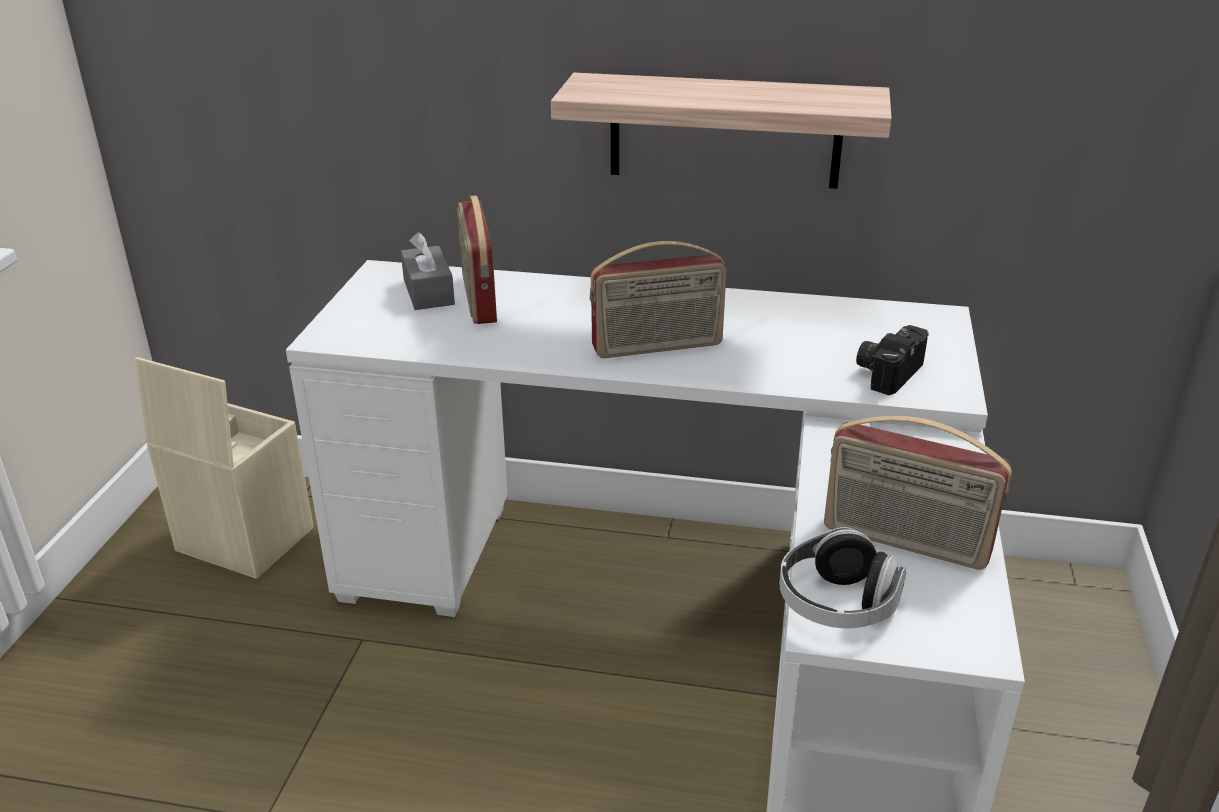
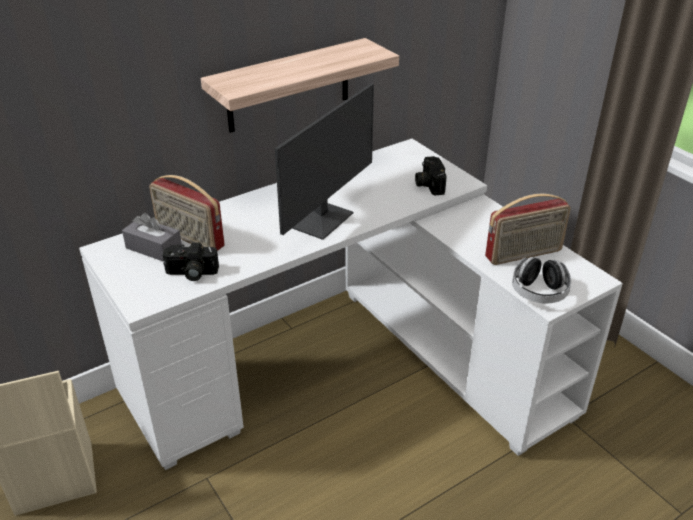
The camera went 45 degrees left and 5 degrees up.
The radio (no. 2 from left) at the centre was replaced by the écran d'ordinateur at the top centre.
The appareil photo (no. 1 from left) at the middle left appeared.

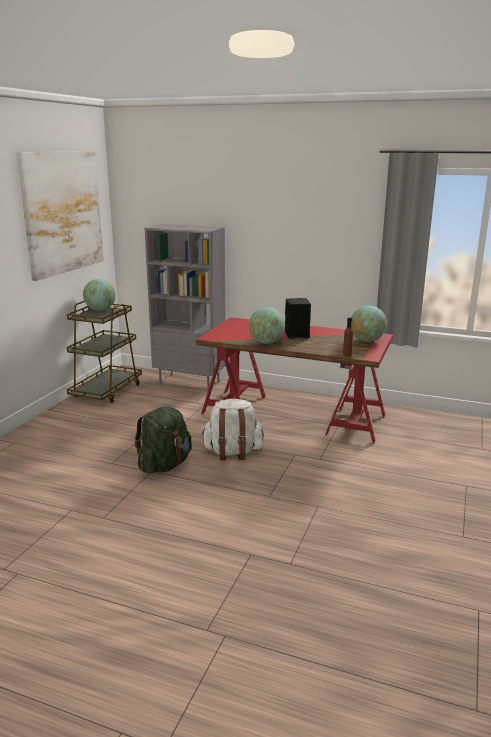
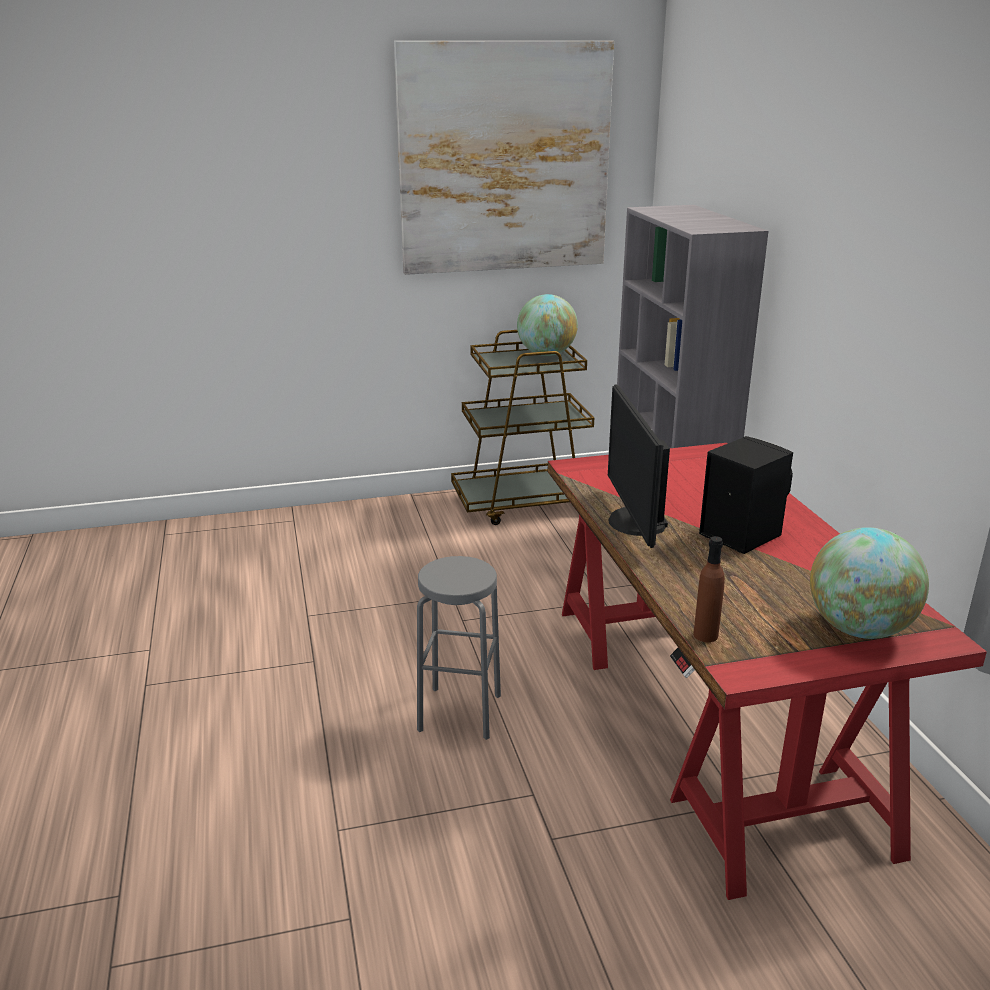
The camera went 55 degrees right and 5 degrees up.
The globe (no. 2 from left) at the centre was replaced by the écran d'ordinateur at the centre.
The sac à dos [blanc] at the centre was replaced by the tabouret [gris] at the centre.
The sac à dos [vert] at the middle left disappeared.

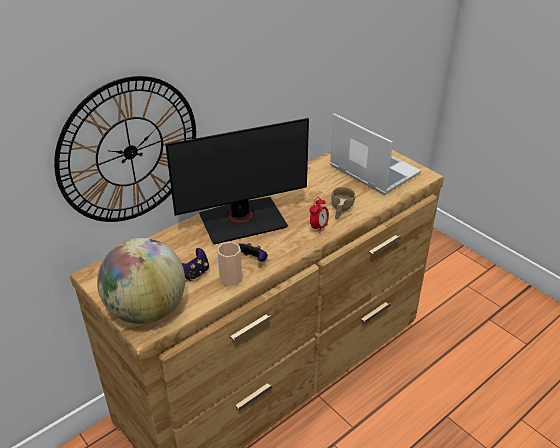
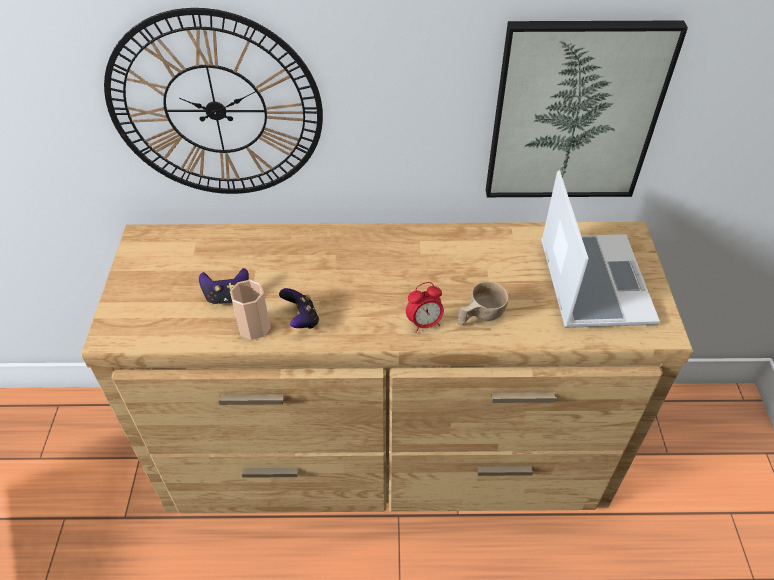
The camera went 40 degrees right and 10 degrees up.
The écran d'ordinateur at the centre disappeared.
The globe at the middle left disappeared.
The tableau at the top right appeared.

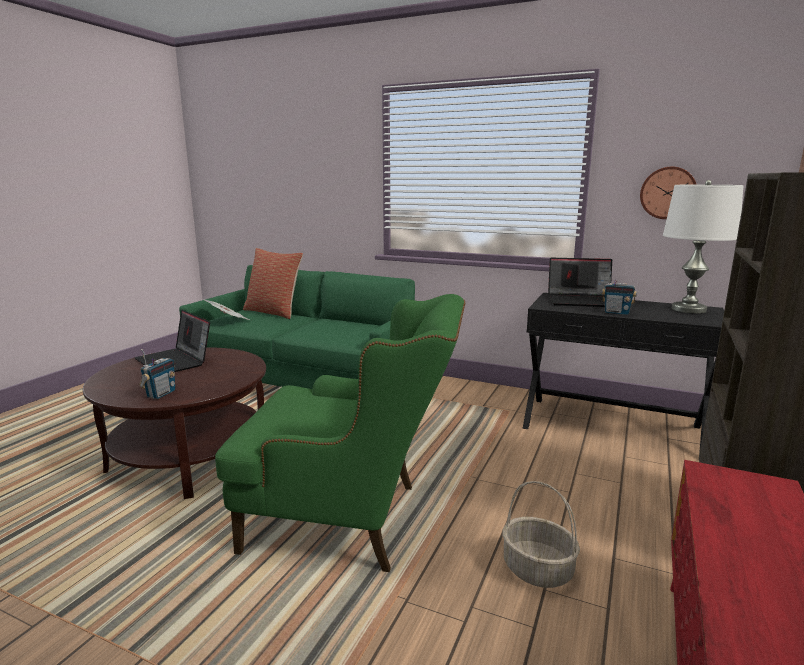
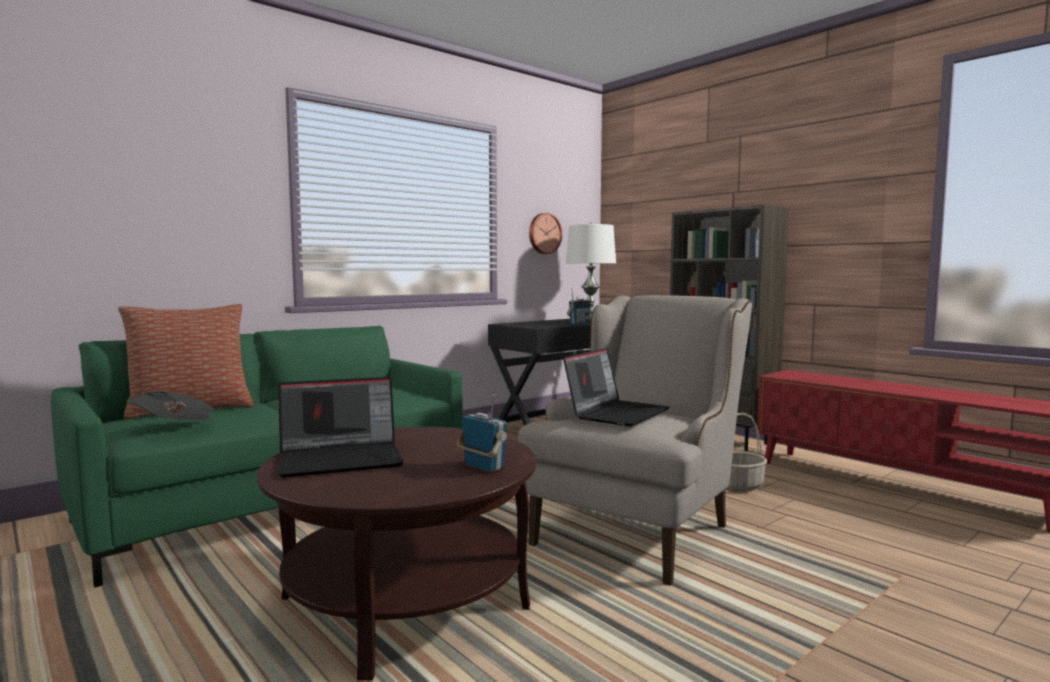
The camera went 65 degrees left and 10 degrees down.
The ordinateur portable (no. 2 from left) moved from the middle right to the centre.
The fauteuil [vert] at the centre became the fauteuil [beige] at the centre.

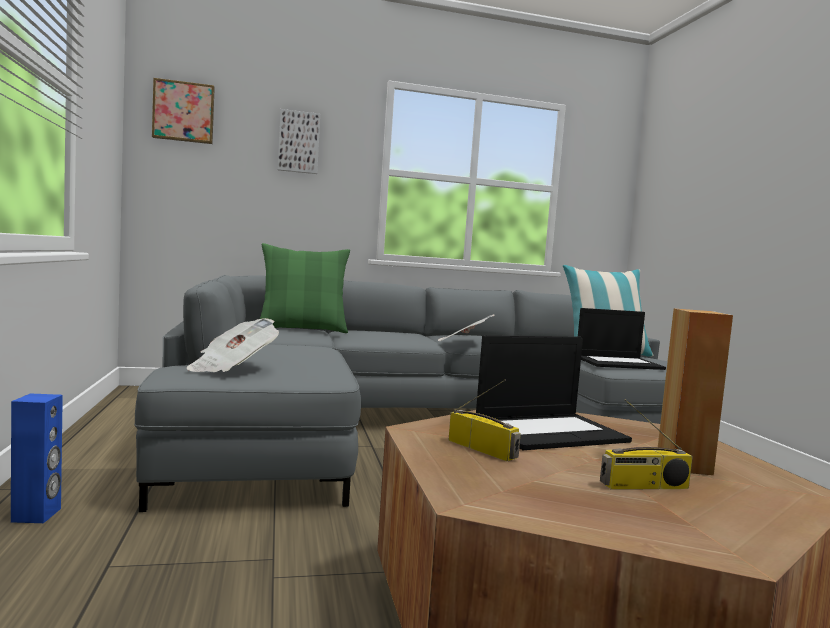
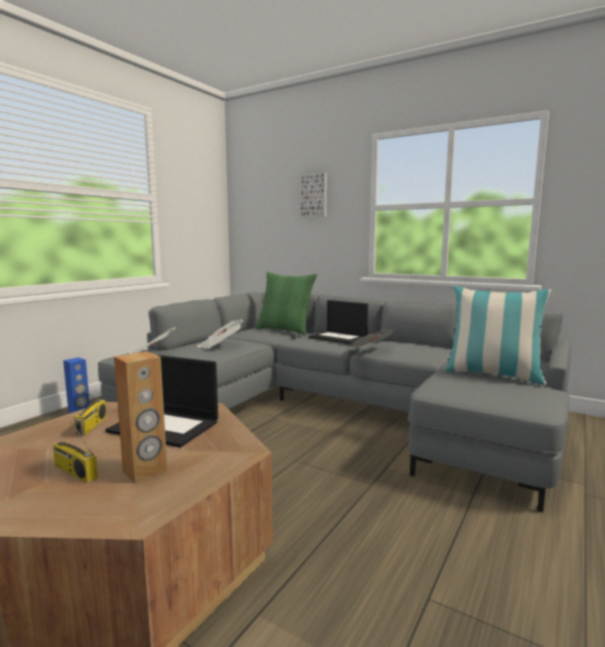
The camera went 45 degrees right and 5 degrees up.
The tableau (no. 1 from left) at the top left disappeared.
The ordinateur portable (no. 2 from left) moved from the middle right to the centre.
The journal (no. 2 from left) at the centre appeared.

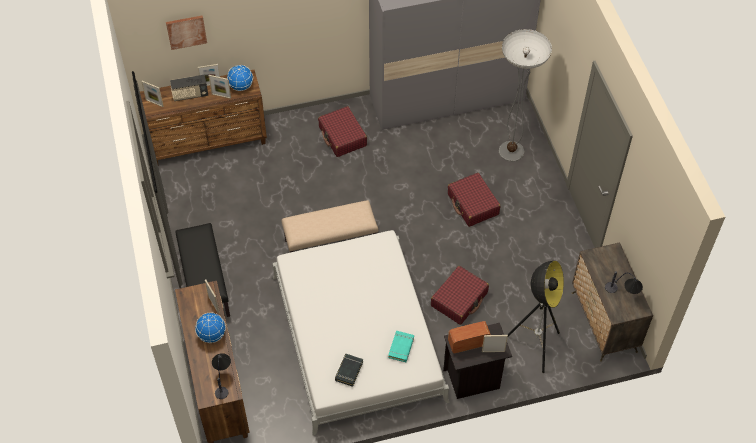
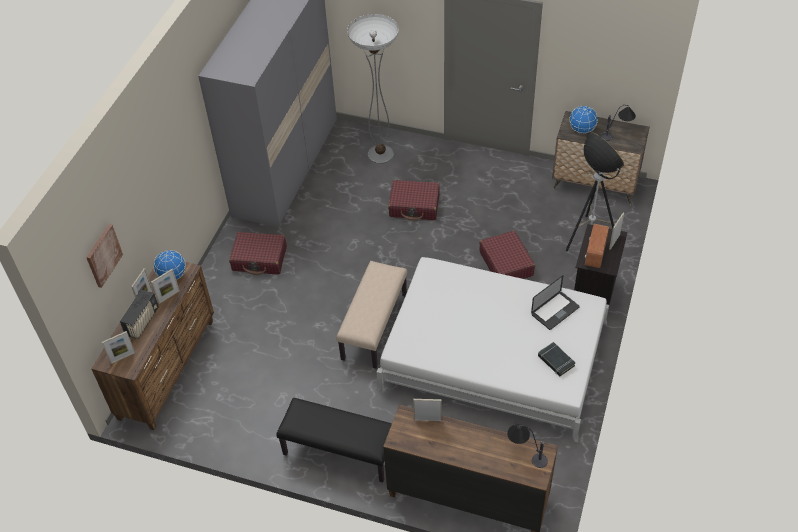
The camera went 55 degrees left and 5 degrees down.
The globe (no. 1 from left in the first image) moved from the bottom left to the top right.
The livre [turquoise] at the bottom centre was replaced by the ordinateur portable at the middle right.

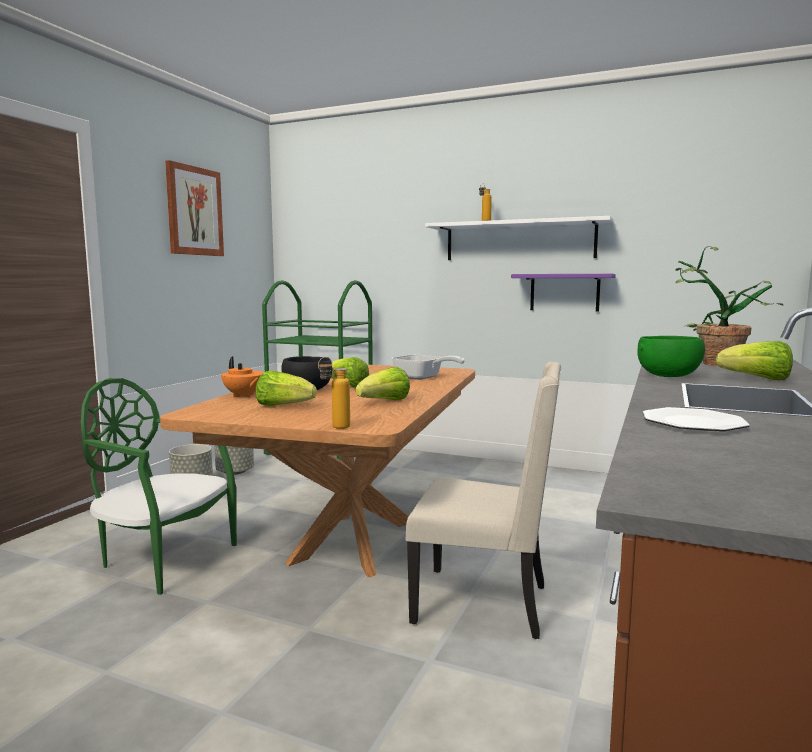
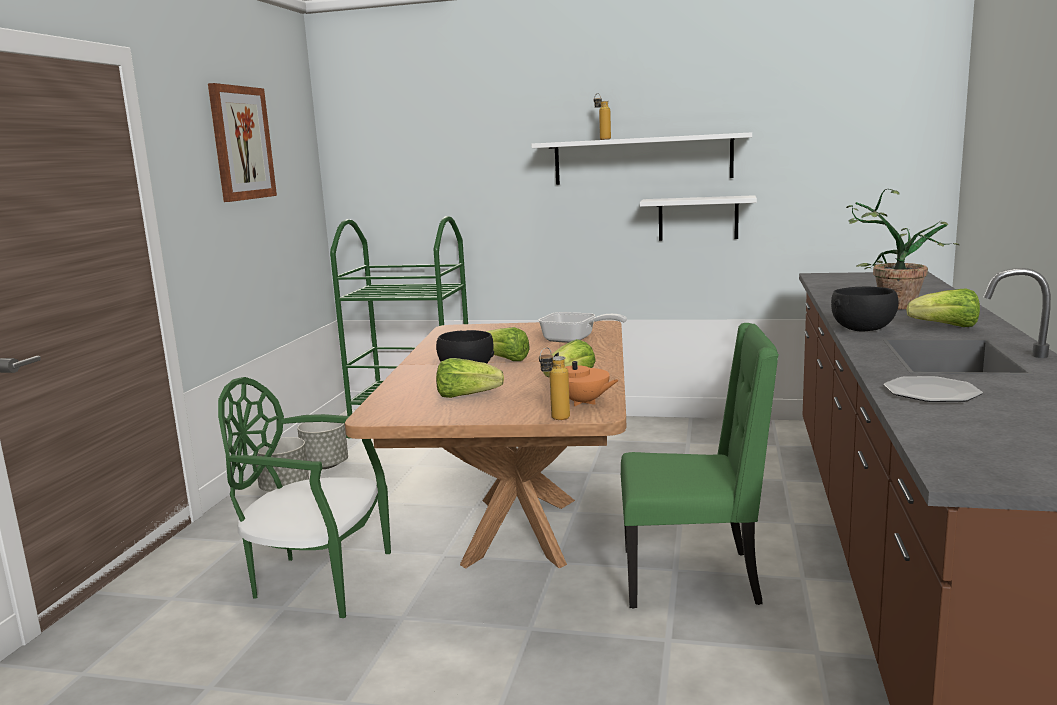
The camera went 10 degrees left and 5 degrees up.
The étagère [violet] at the middle right became the étagère [blanc] (no. 2 from left) at the top centre.
The bol [vert] at the middle right became the bol [noir] (no. 2 from left) at the middle right.
The théière [orange] moved from the middle left to the centre.
The chaise [beige] at the centre became the chaise [vert] (no. 2 from left) at the centre.

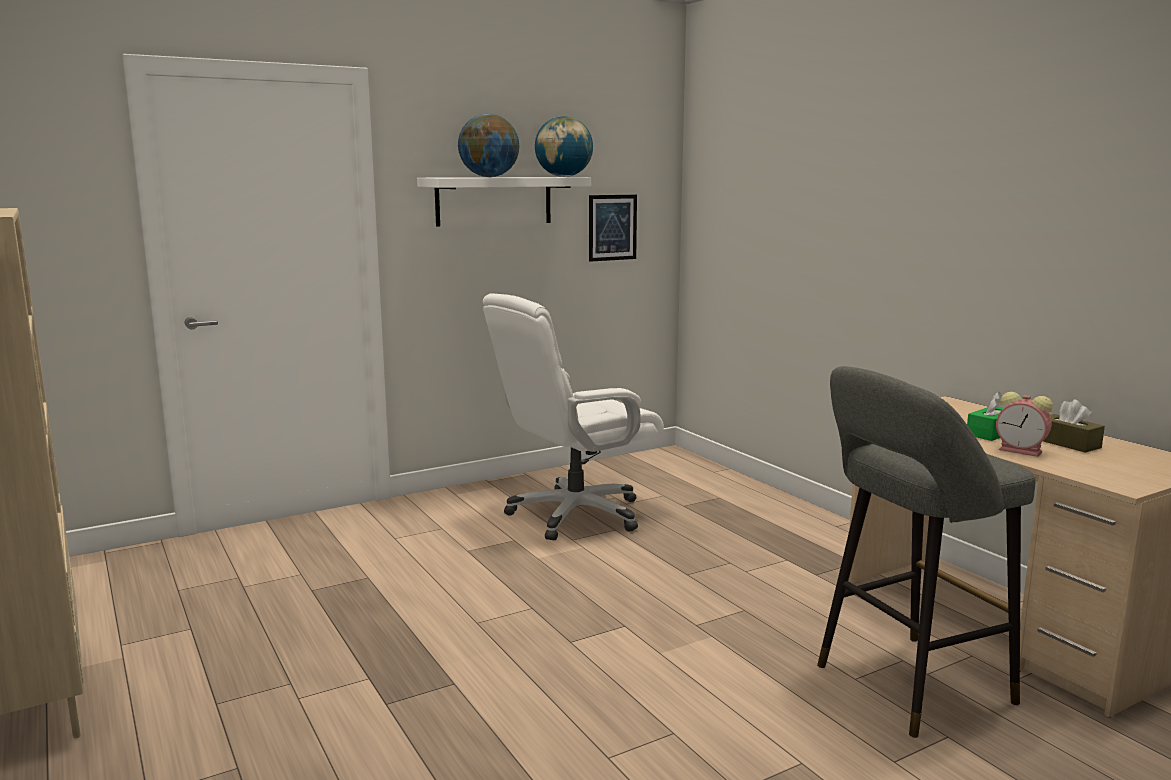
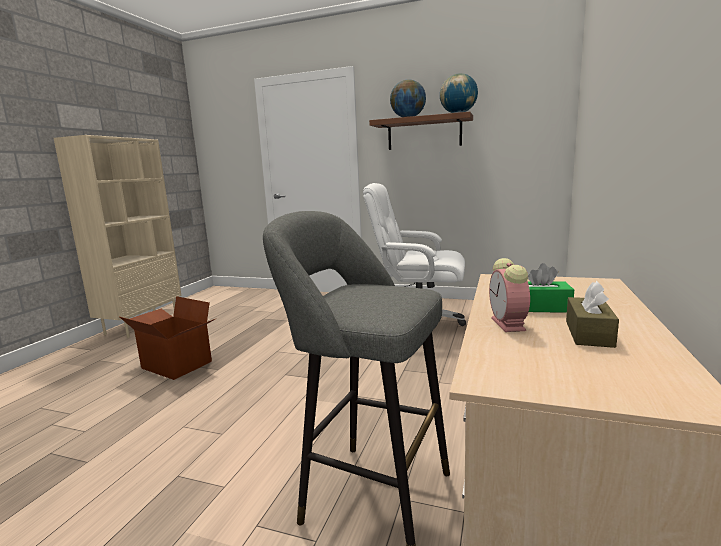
The camera went 50 degrees right and 0 degrees up.
The étagère [blanc] at the top centre became the étagère [marron] at the top centre.
The tableau at the top centre disappeared.
The carton at the middle left appeared.

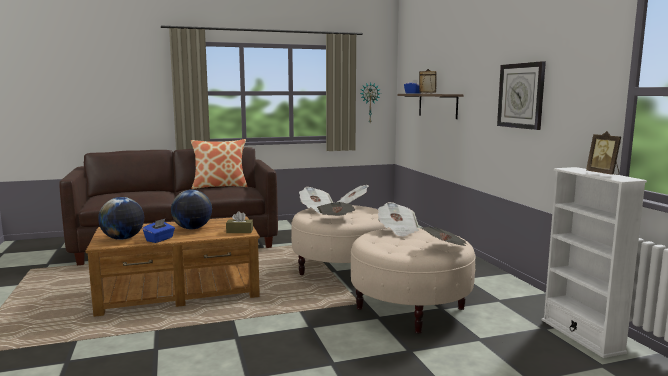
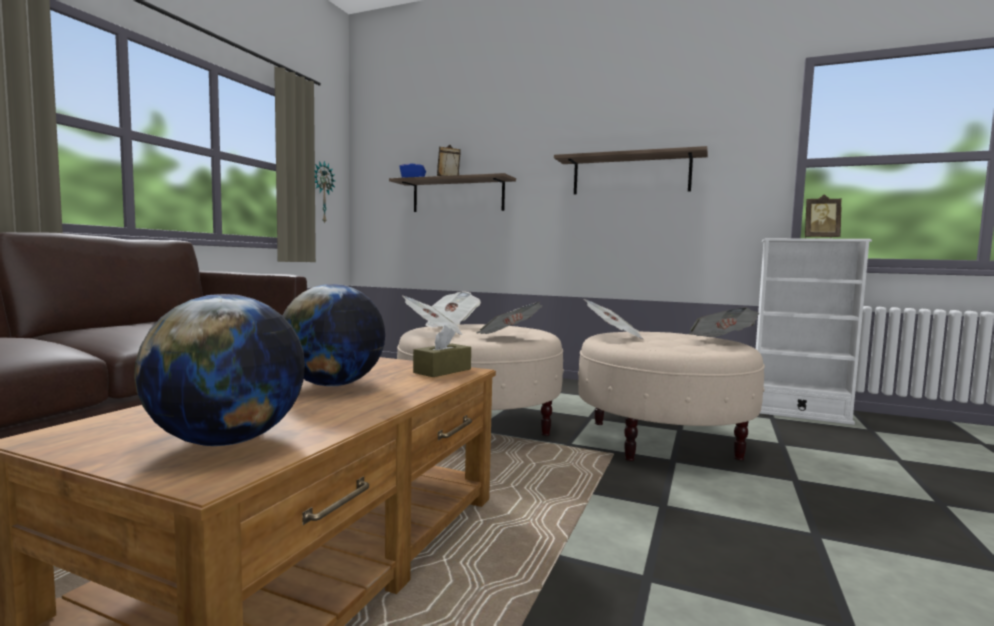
The camera went 50 degrees left and 5 degrees down.
The horloge murale (no. 2 from left) at the top right was replaced by the étagère (no. 2 from left) at the top centre.
The coussin at the middle left disappeared.
The boîte à mouchoirs [bleu] (no. 1 from left) at the middle left disappeared.

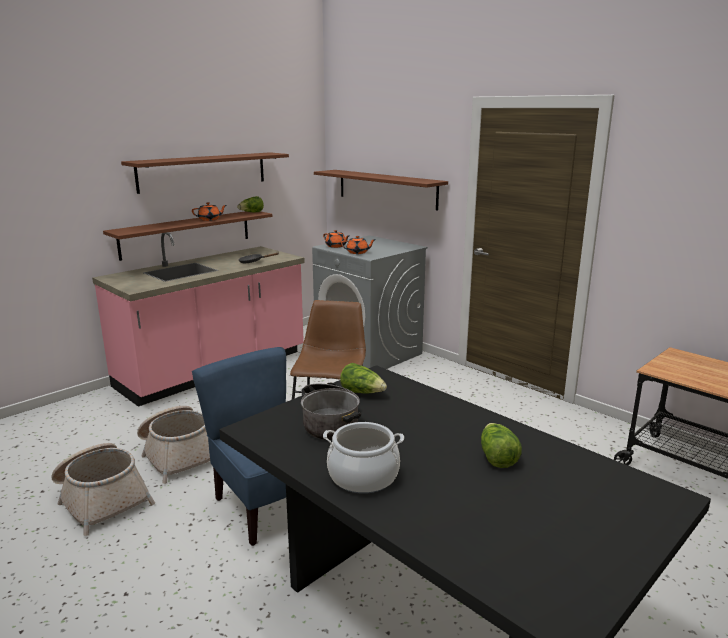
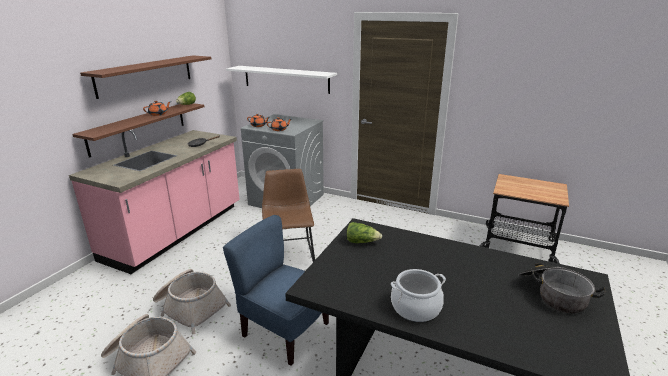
The camera went 20 degrees left and 5 degrees up.
The étagère [marron] (no. 3 from left) at the top centre became the étagère [blanc] at the top centre.
The marmite (no. 1 from left in the first image) moved from the centre to the bottom right.
The laitue (no. 3 from left) at the bottom right disappeared.

